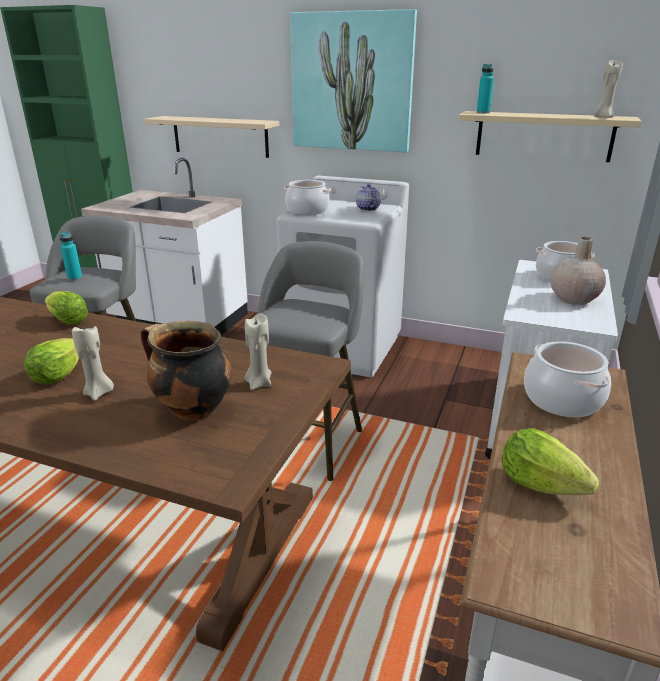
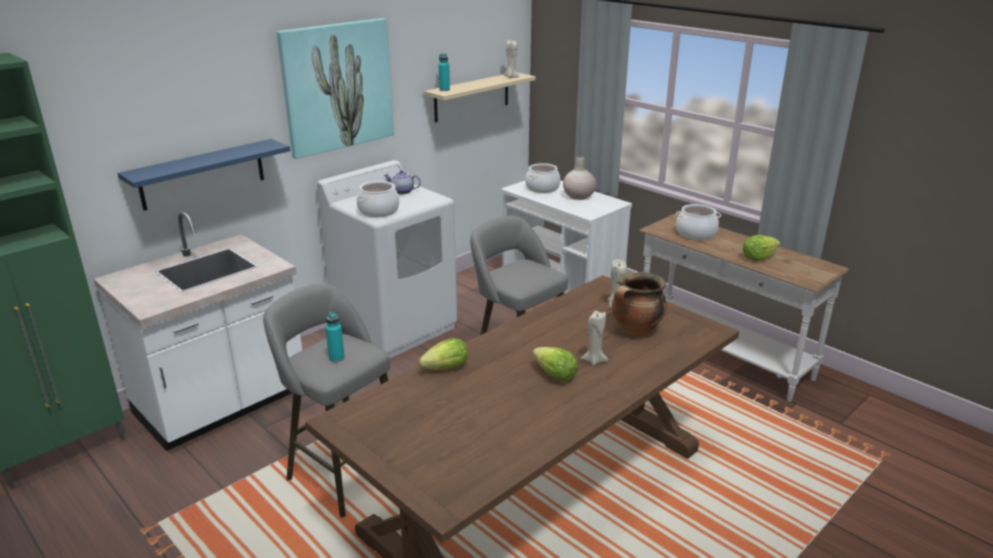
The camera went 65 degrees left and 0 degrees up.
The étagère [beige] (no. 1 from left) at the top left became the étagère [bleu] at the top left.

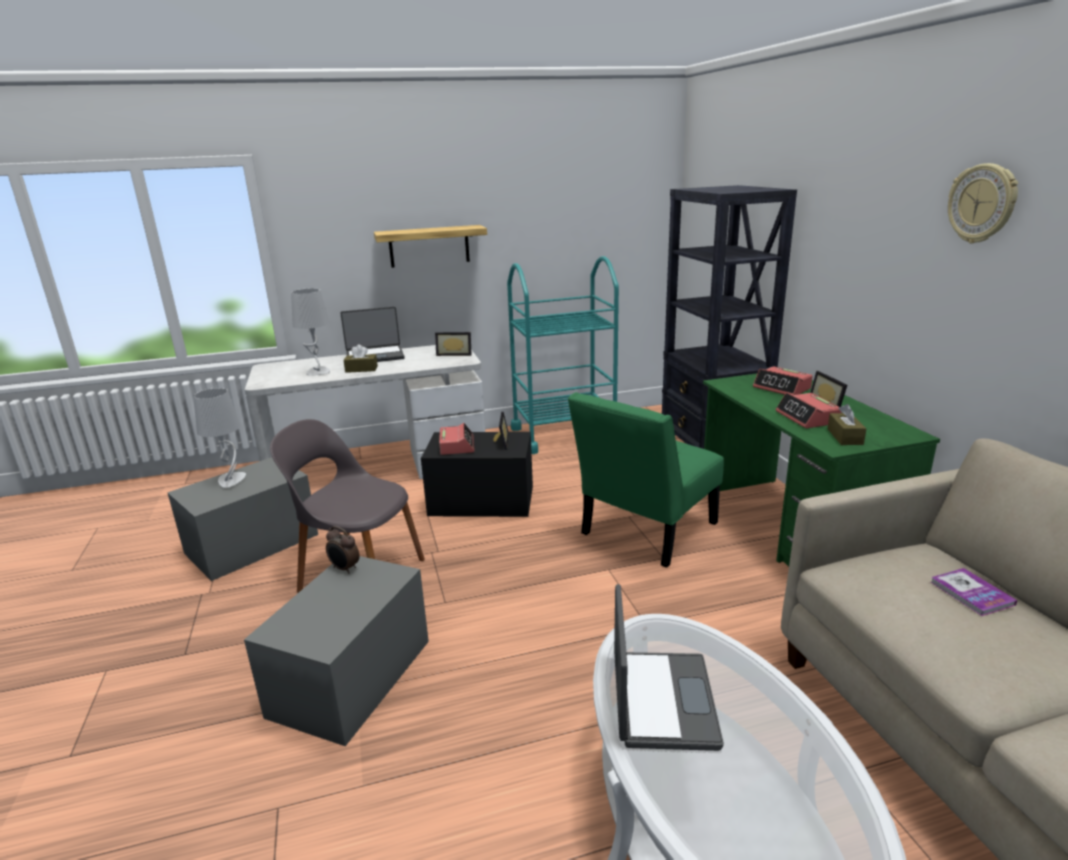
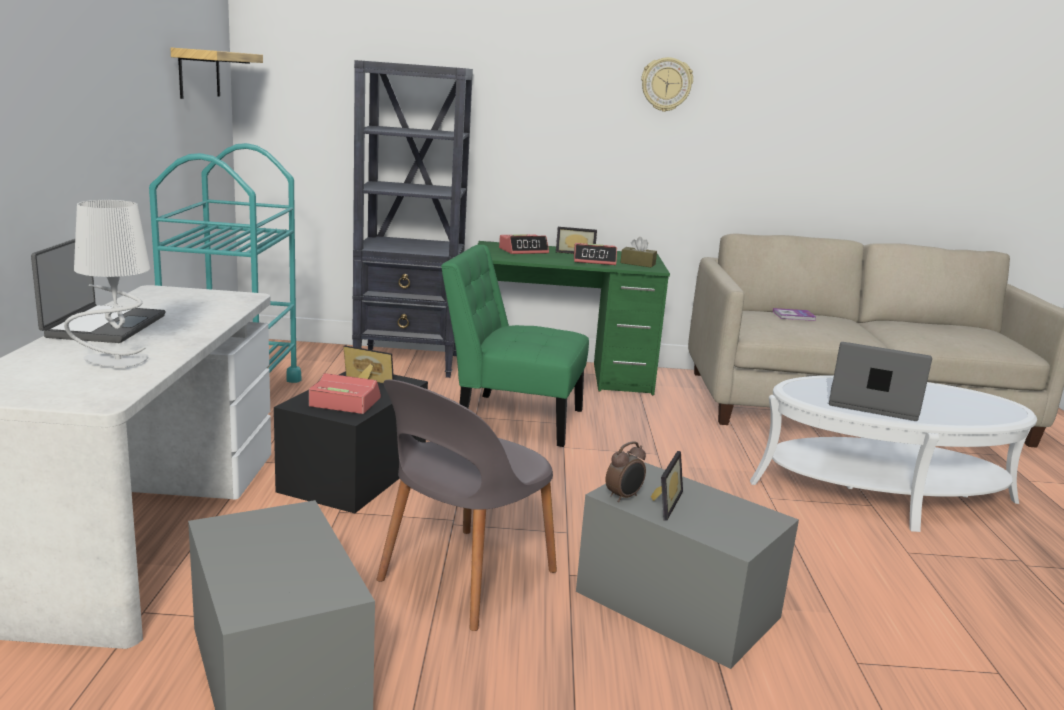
The camera went 75 degrees left and 5 degrees down.
The étagère moved from the top centre to the top left.
The cadre photo (no. 1 from left in the first image) moved from the centre to the bottom centre.
The boîte à mouchoirs [marron] (no. 1 from left) at the centre disappeared.
The lampe de table [gris] (no. 1 from left) at the middle left disappeared.
The chaise [vert] at the centre turned 135 degrees clockwise.

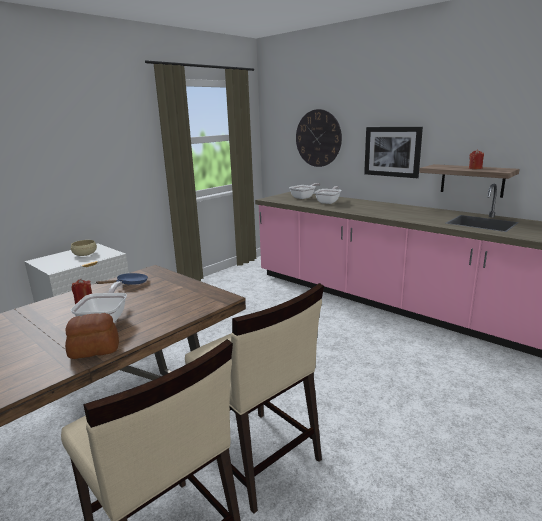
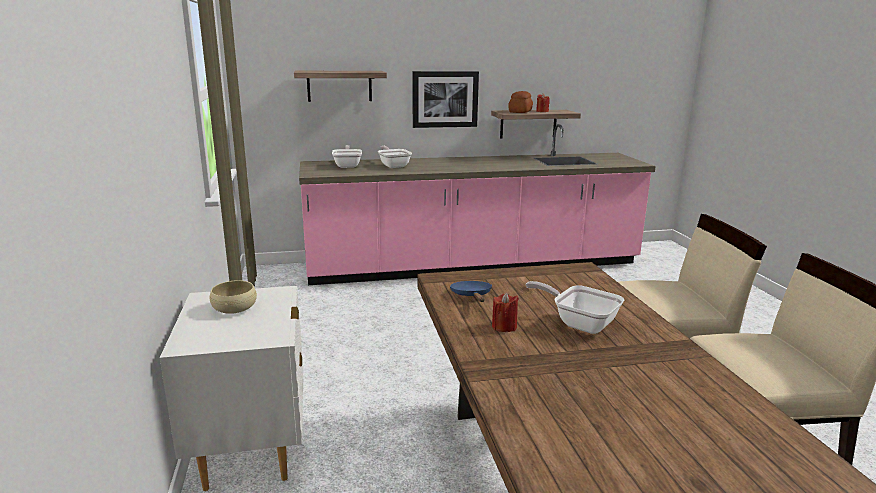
The camera went 55 degrees left and 0 degrees up.
The horloge murale at the top centre was replaced by the étagère (no. 1 from left) at the top centre.
The pain moved from the middle left to the top centre.

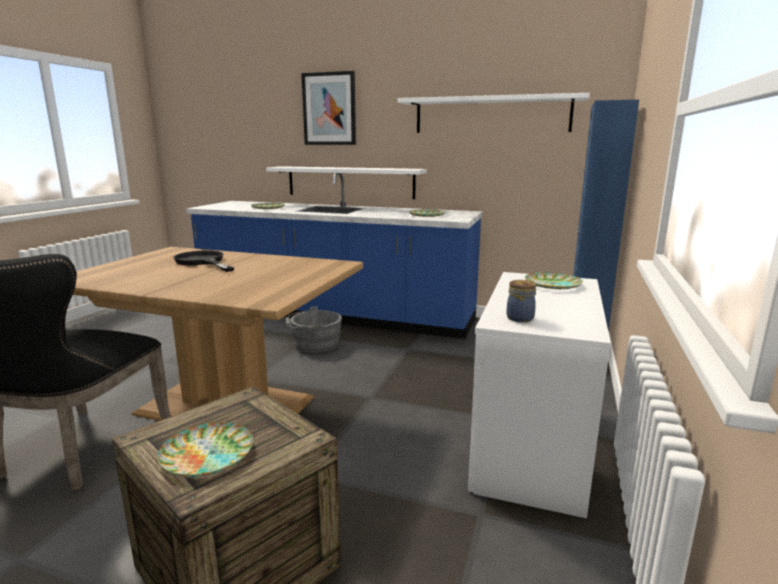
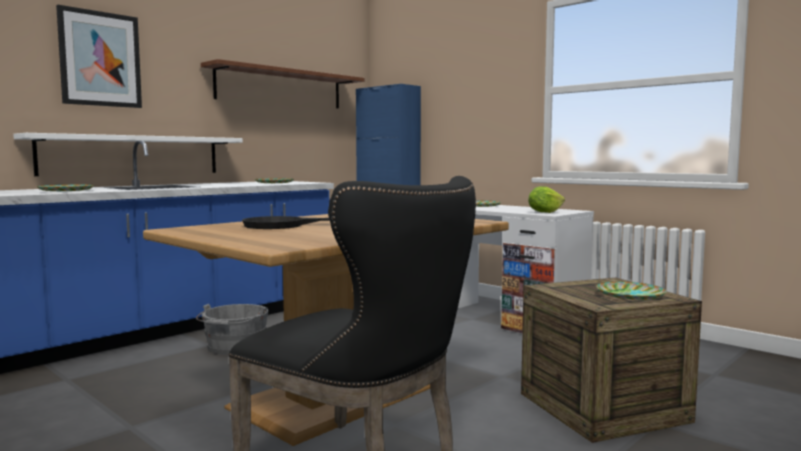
The camera went 65 degrees left and 10 degrees down.
The étagère [blanc] (no. 2 from left) at the top centre became the étagère [marron] at the top centre.
The bocal at the middle right was replaced by the laitue at the middle right.

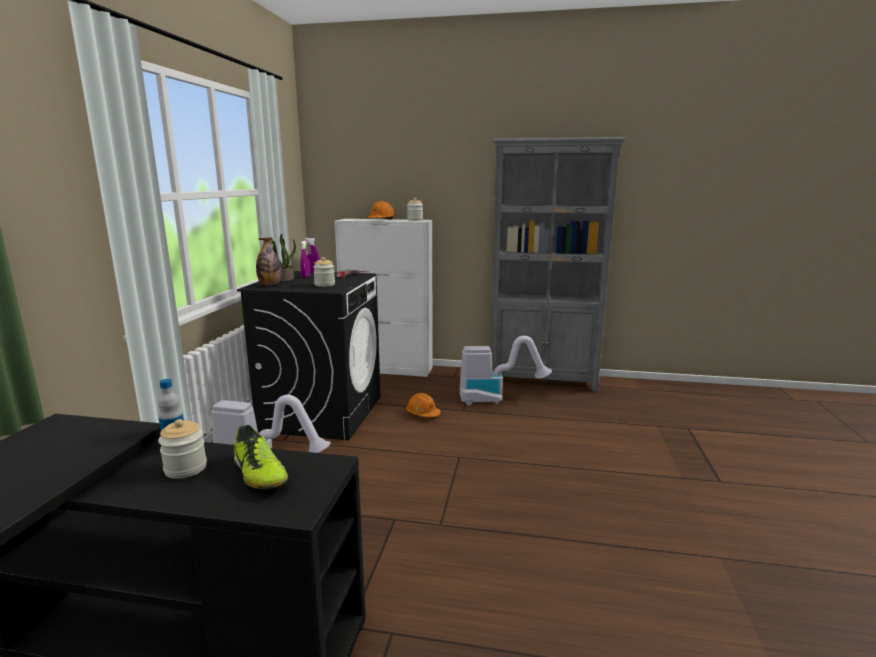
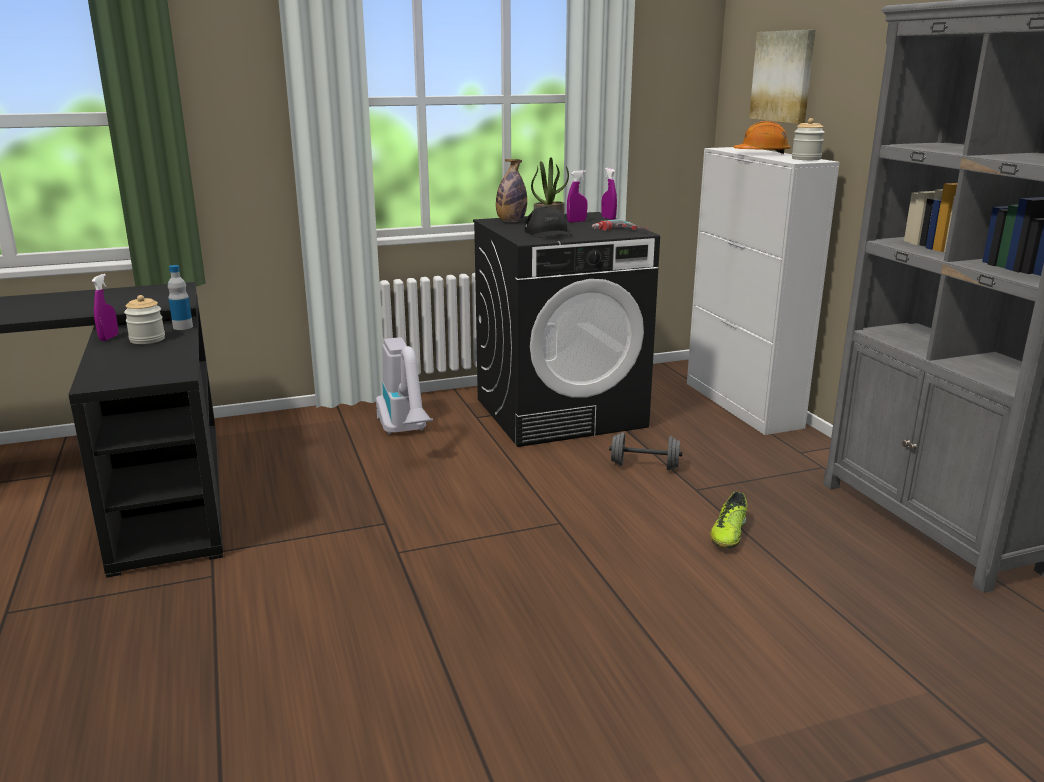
The camera went 60 degrees right and 5 degrees up.
The bocal (no. 2 from left) at the centre was replaced by the casquette [noir] at the top centre.
The aspirateur (no. 2 from left) at the centre disappeared.
The casque de chantier [orange] (no. 2 from left) at the centre was replaced by the haltère [gris] at the centre.
The chaussure moved from the bottom left to the middle right.
The tableau at the top right appeared.
The vaporisateur [violet] (no. 1 from left) at the middle left appeared.

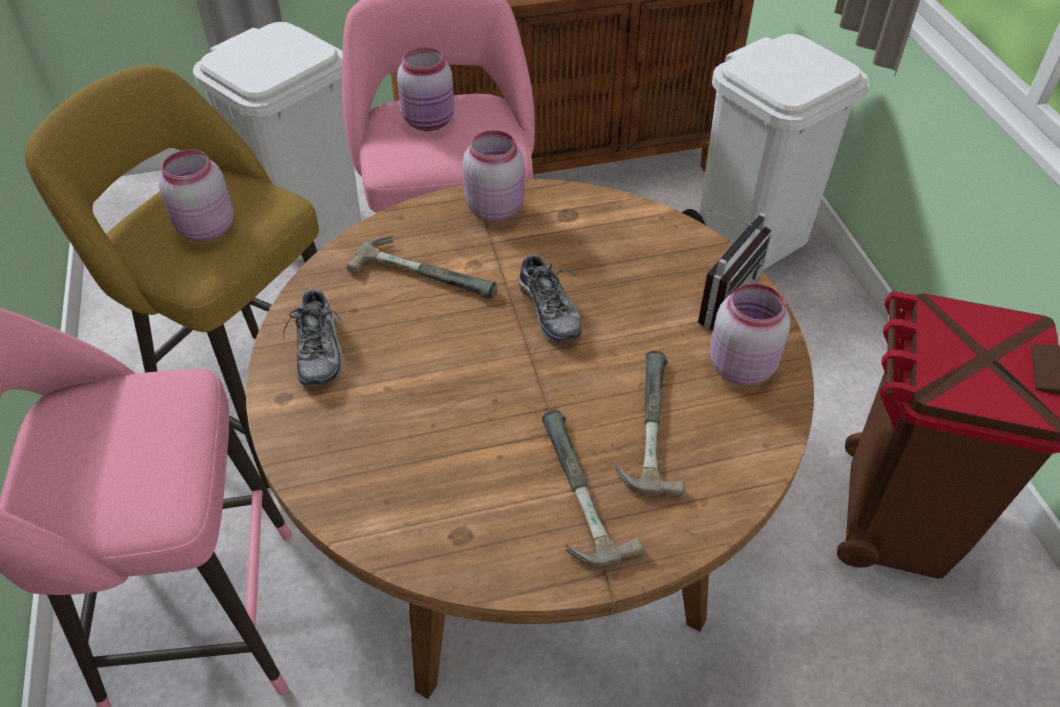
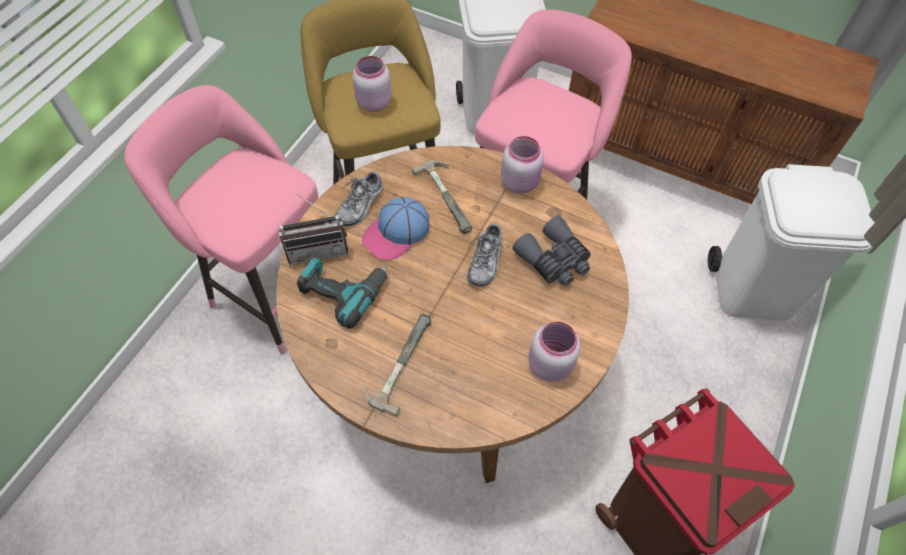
The camera went 40 degrees right and 10 degrees up.
The bocal [rose] (no. 2 from left) at the top centre disappeared.
The radio moved from the middle right to the centre.
The marteau (no. 3 from left) at the centre disappeared.
The casquette at the centre appeared.
The jumelles [gris] at the centre appeared.
The perceuse at the centre appeared.

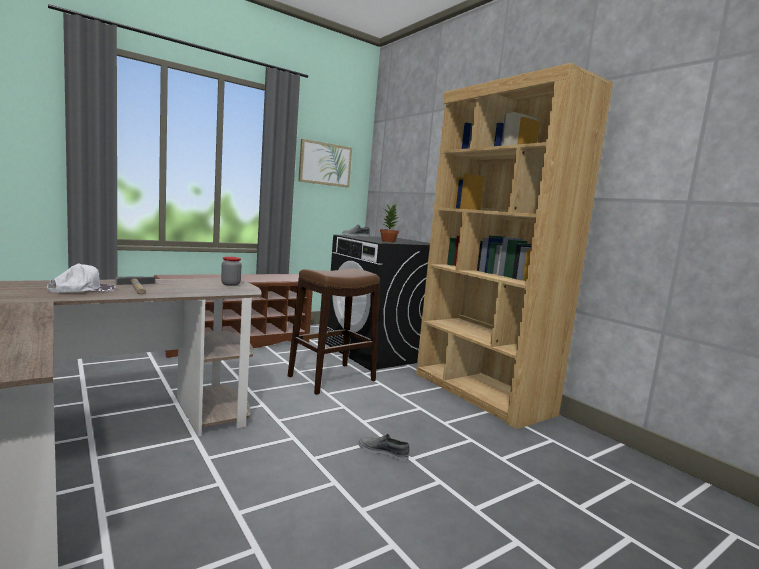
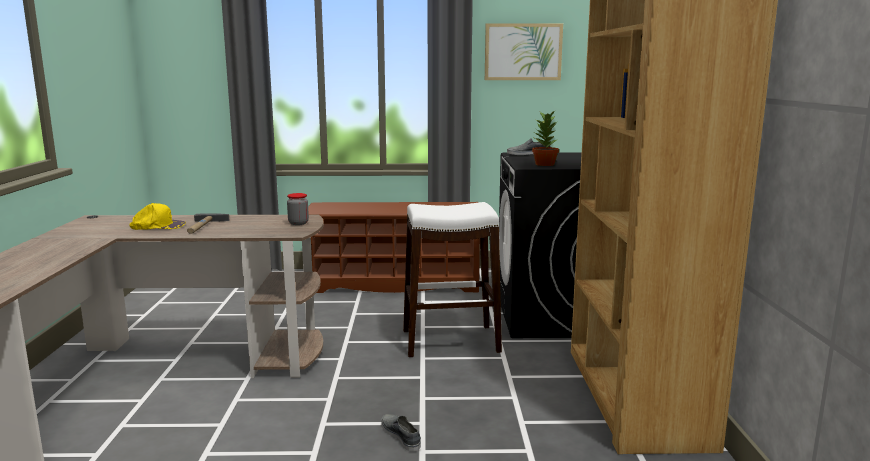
The camera went 35 degrees right and 5 degrees up.
The casquette [blanc] at the middle left became the casquette [jaune] at the middle left.
The tabouret [marron] at the centre became the tabouret [blanc] at the centre.

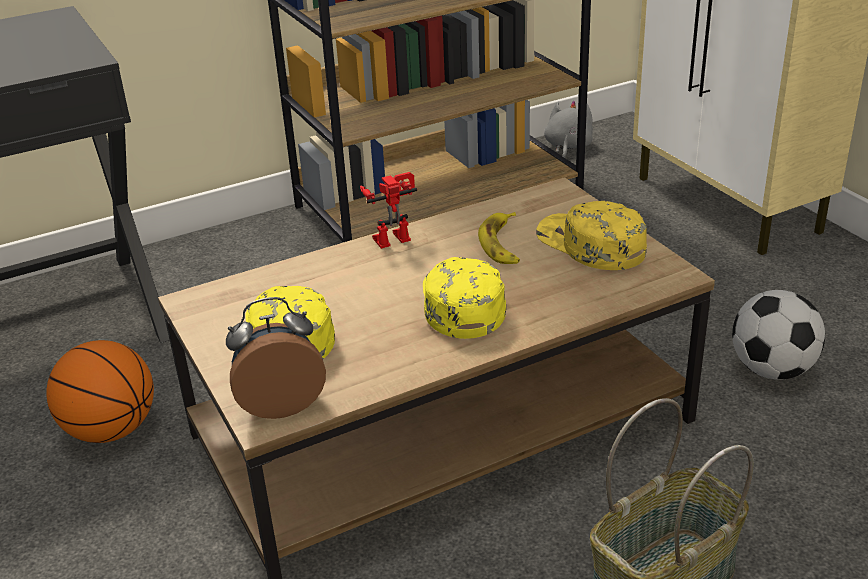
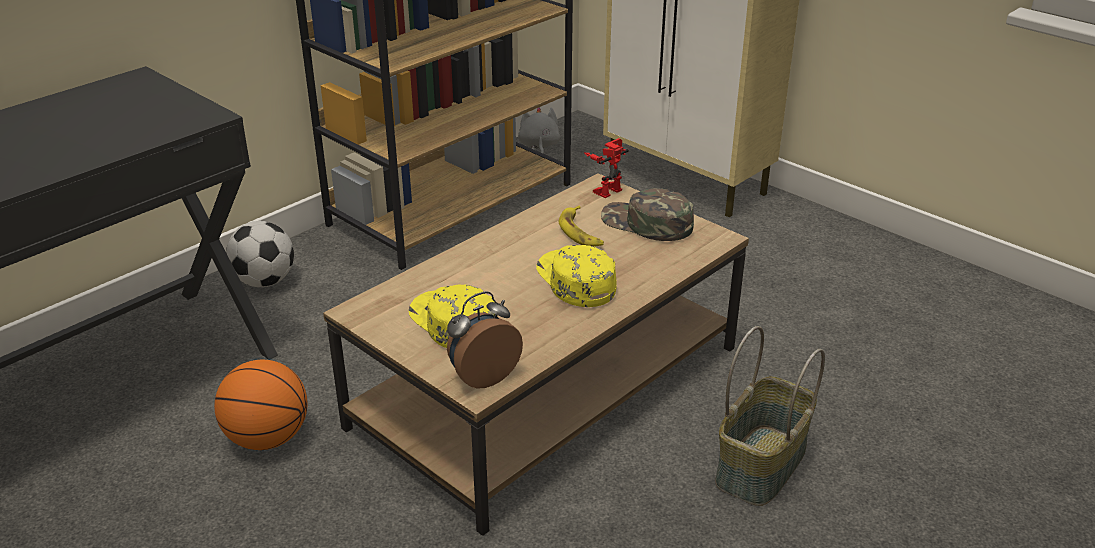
The camera went 20 degrees left and 0 degrees up.
The robot jouet moved from the centre to the top centre.
The casquette [jaune] (no. 3 from left) at the middle right became the casquette [vert] at the centre.
The ballon de foot moved from the middle right to the middle left.

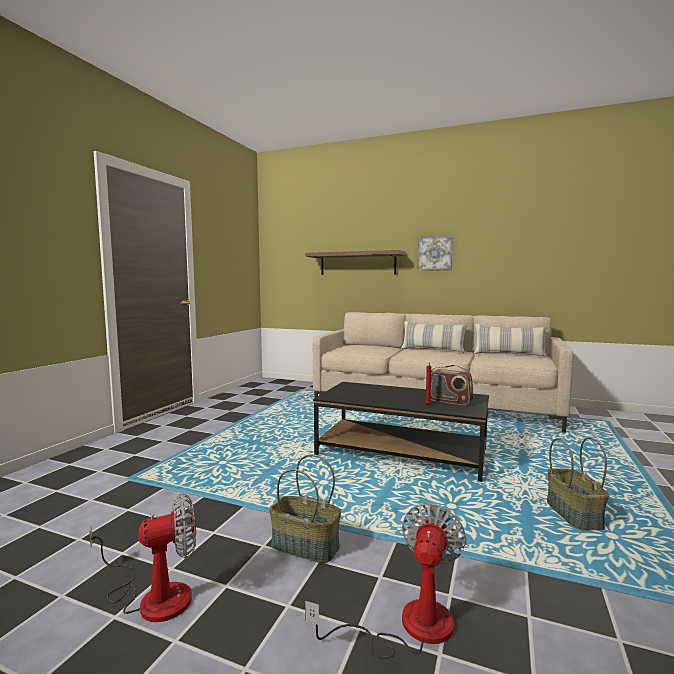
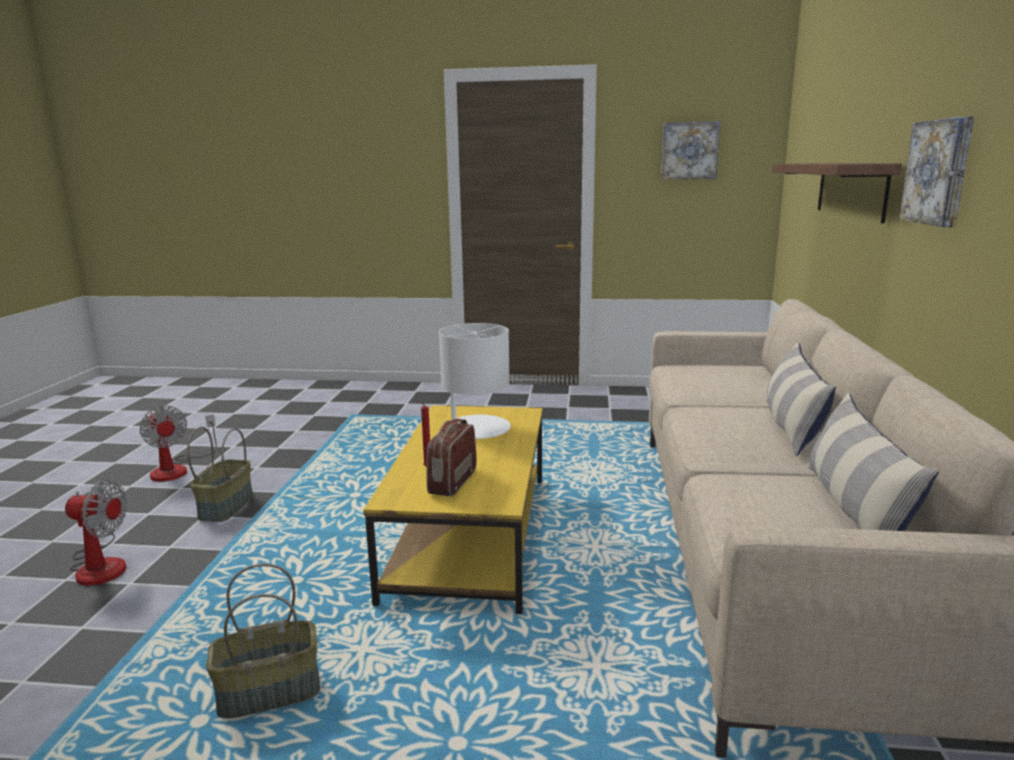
The camera went 75 degrees right and 10 degrees up.
The table basse [noir] at the centre became the table basse [jaune] at the bottom centre.
The tableau (no. 1 from left) at the top right appeared.
The lampe de table [blanc] at the centre appeared.

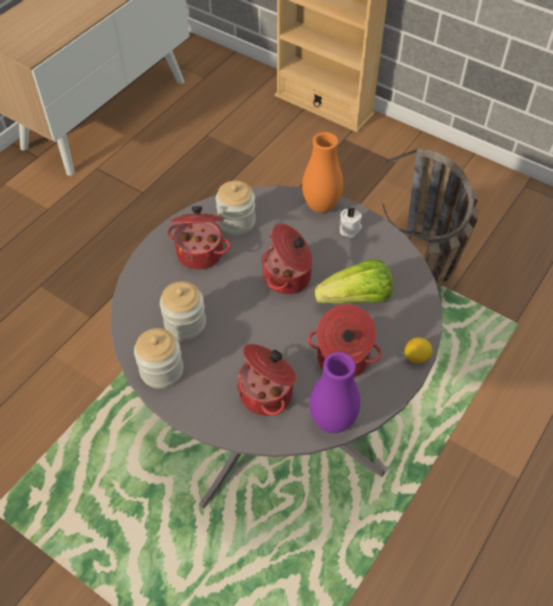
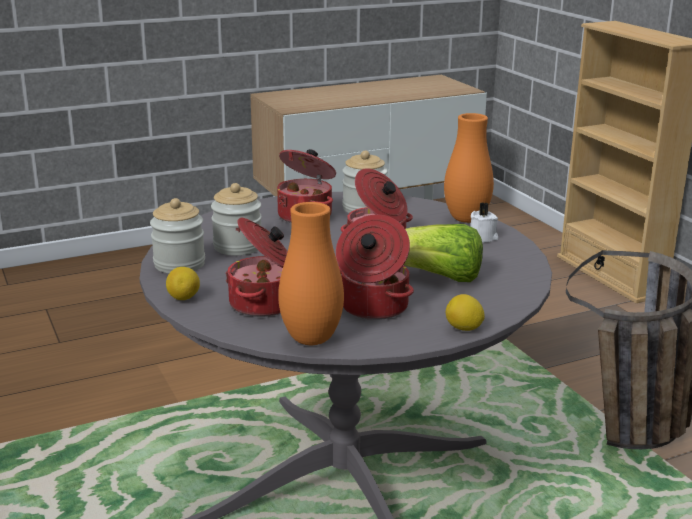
The camera went 30 degrees right and 30 degrees down.
The vase [violet] at the centre became the vase [orange] (no. 1 from left) at the centre.
The citron (no. 1 from left) at the middle left appeared.

